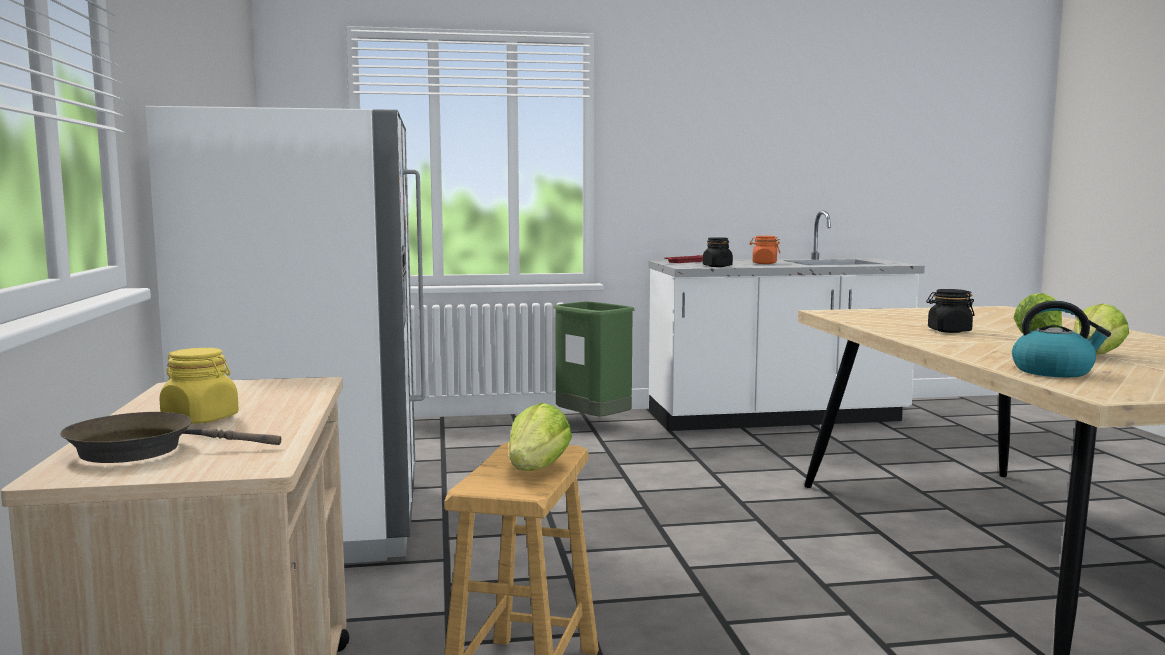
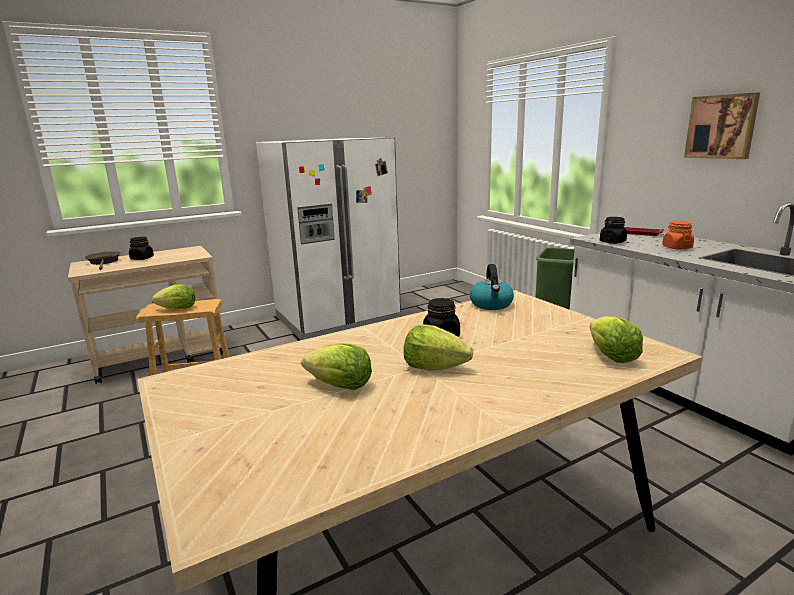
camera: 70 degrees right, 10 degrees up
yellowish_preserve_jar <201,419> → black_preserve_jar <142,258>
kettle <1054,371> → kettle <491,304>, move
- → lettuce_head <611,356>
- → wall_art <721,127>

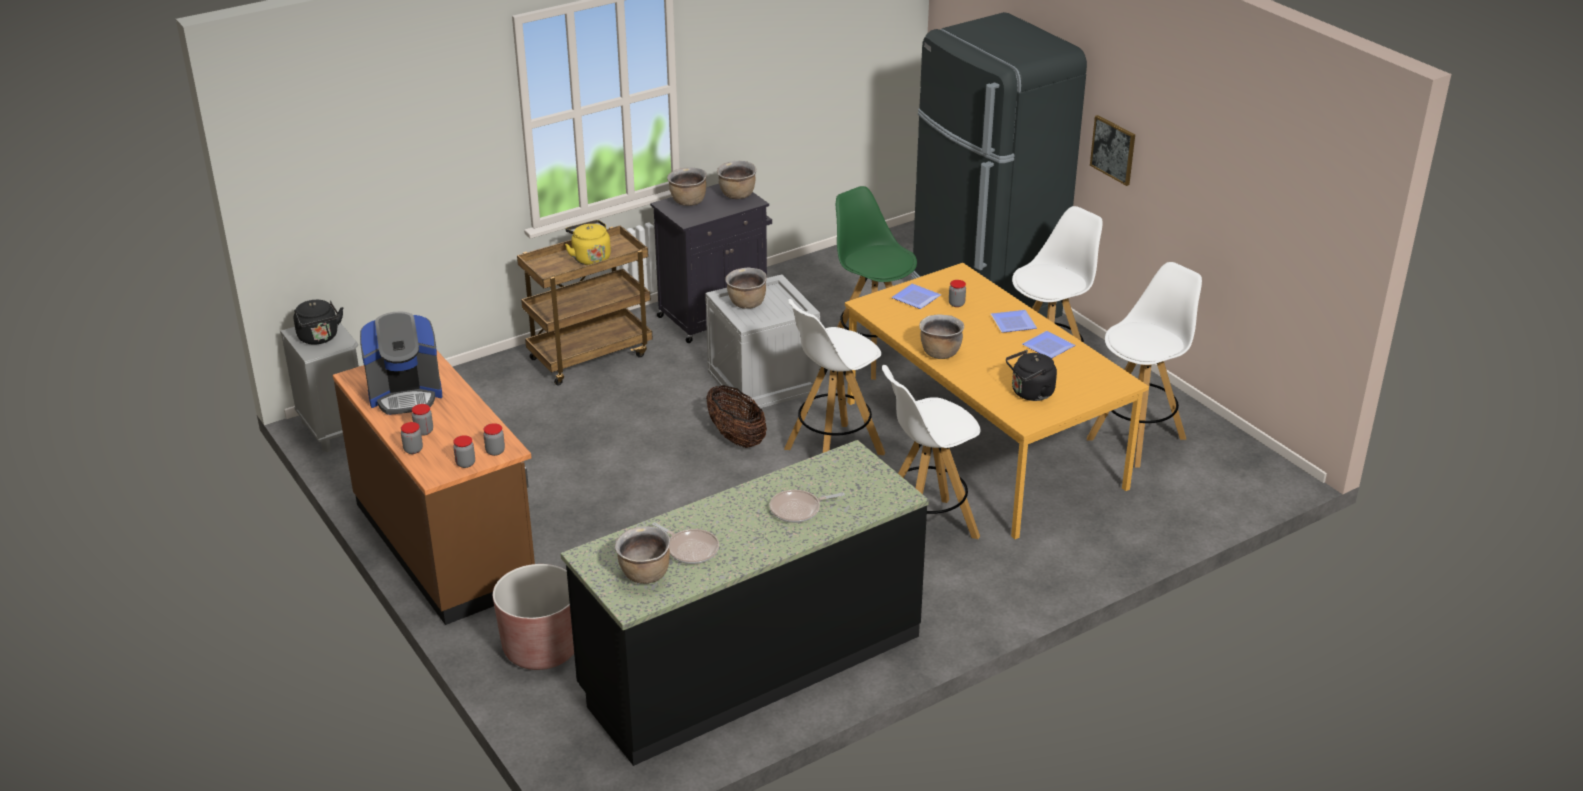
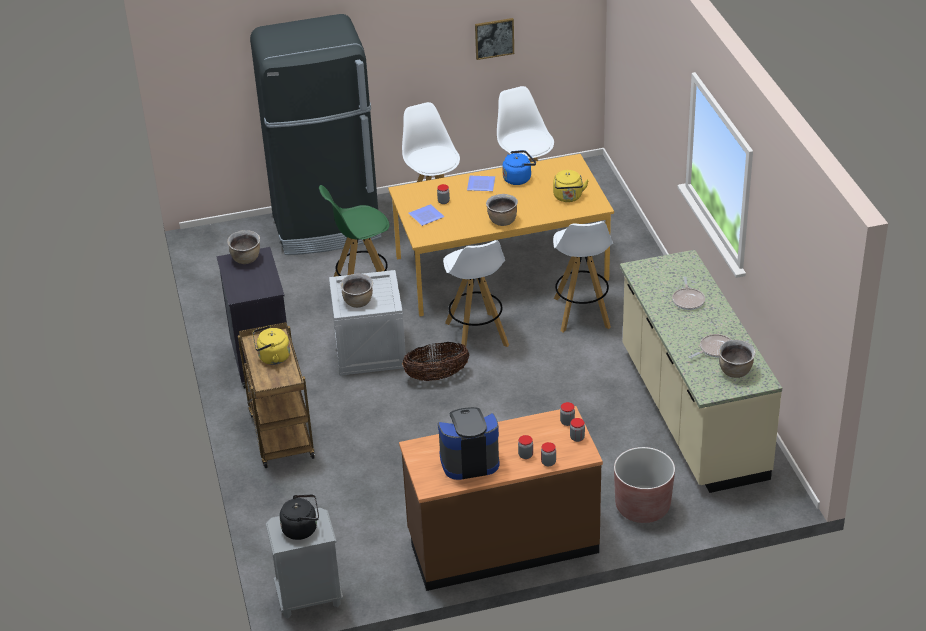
camera: 70 degrees left, 5 degrees up
coffee_maker <405,394> → coffee_maker <469,461>, 105 degrees counterclockwise
wall_art <1113,149> → wall_art <494,38>, move
plate <1048,348> → bluish_kettle <518,178>
black_kettle <1030,393> → yellowish_kettle <568,197>
black_kitchen_base_unit <750,664> → beige_kitchen_base_unit <691,413>
brownish_stockpot <688,202> → -

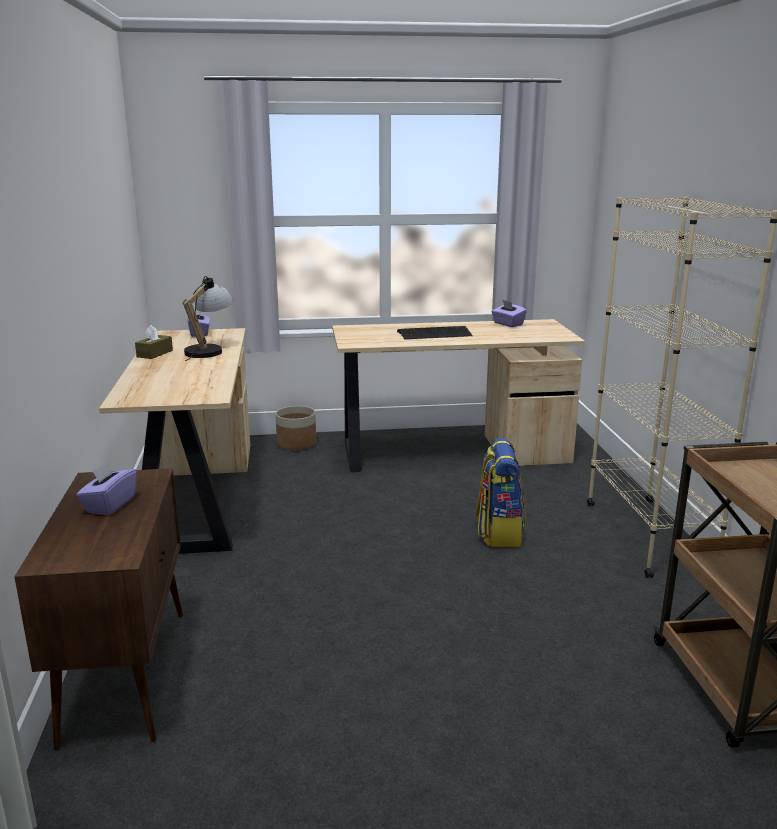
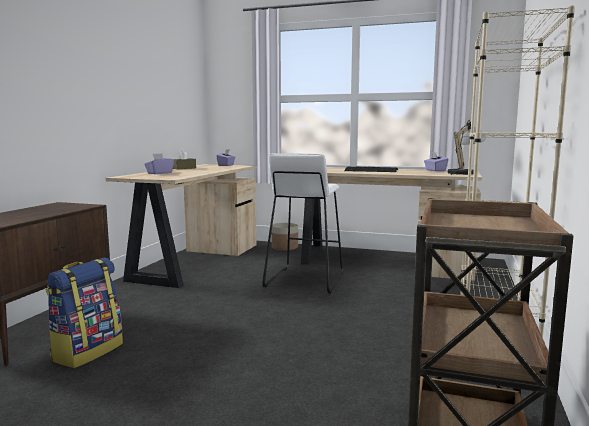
camera: 25 degrees right, 10 degrees down
backpack <498,532> → backpack <87,351>, move
purple_box_of_tissues <109,505> → purple_box_of_tissues <159,173>, move
- → white_stool <304,280>
table_lamp <209,350> → table_lamp <464,173>, move

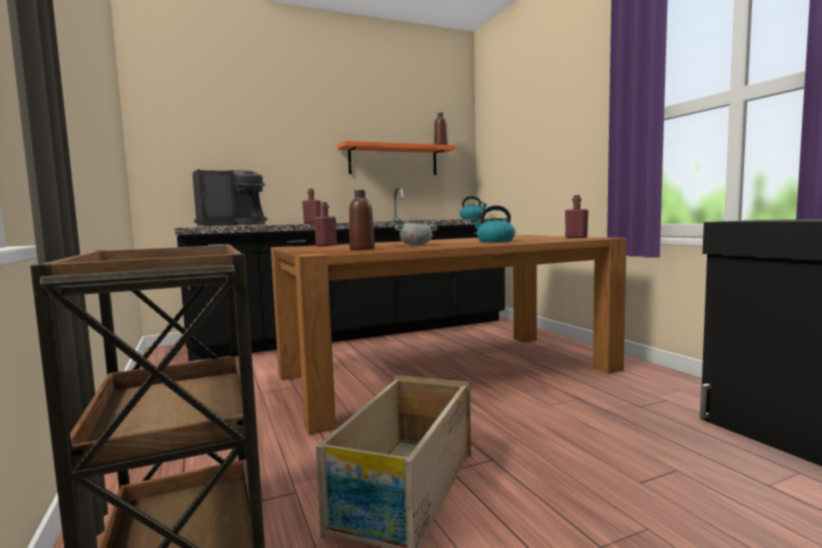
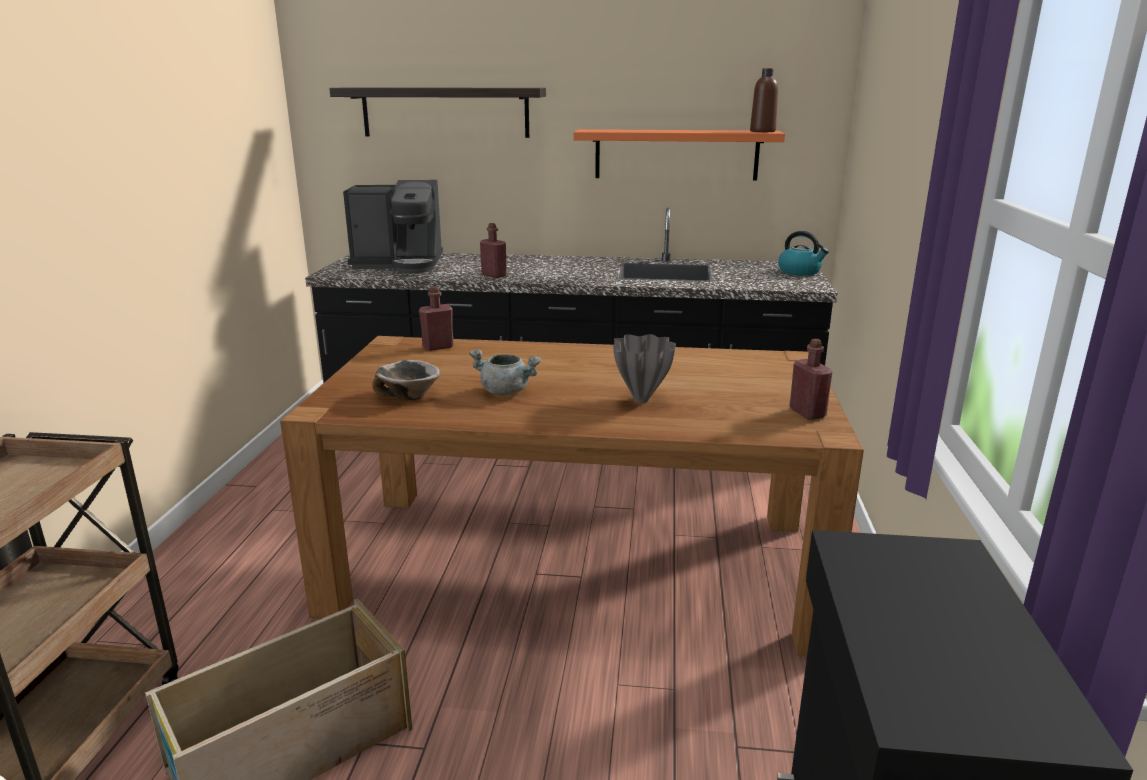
camera: 30 degrees right, 15 degrees up
- → shelf <445,112>
brownish_bottle <362,249> → serving_bowl <410,396>
kettle <494,241> → gray_decorative_vase <642,399>

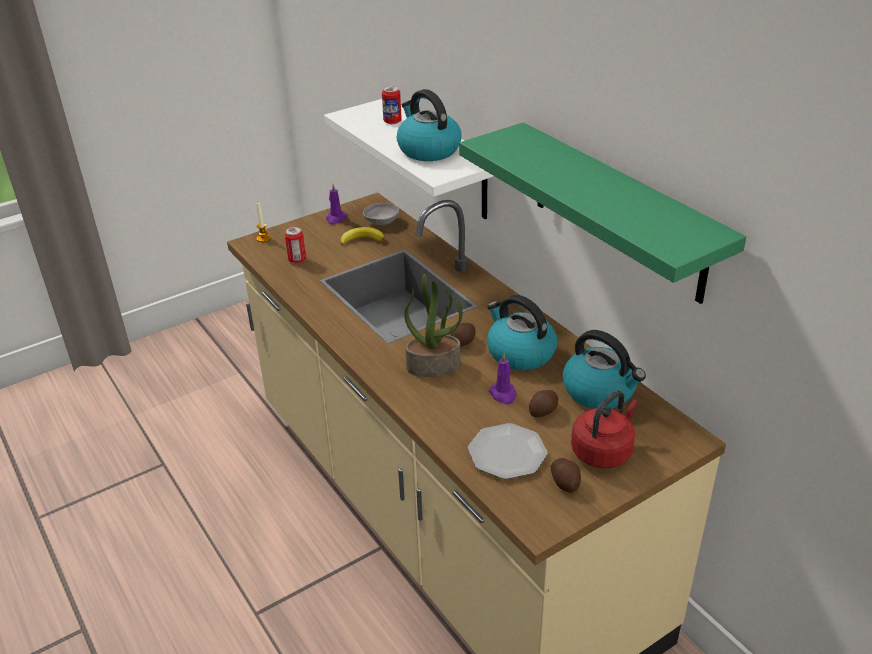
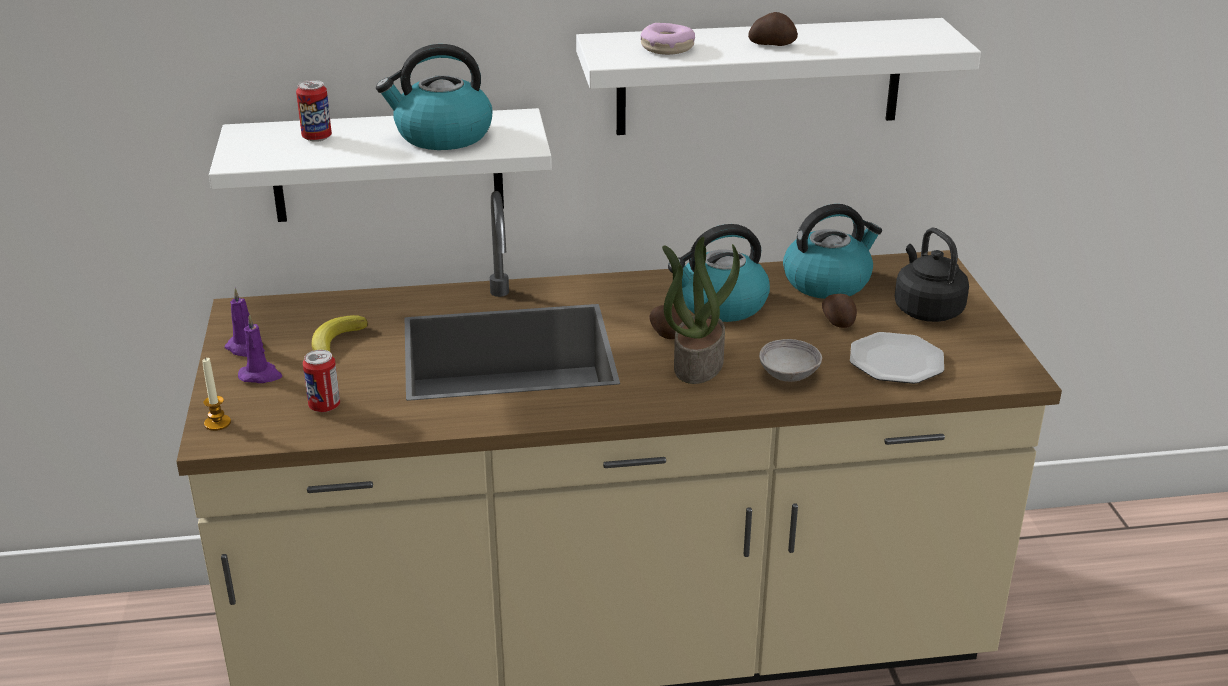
camera: 65 degrees left, 5 degrees down
purple_candle <503,394> → purple_candle <261,375>, move
green_shelf <617,212> → white_shelf <759,76>
- → doughnut <667,48>
whole_potato <565,482> → whole_potato <772,44>, move
gray_serving_bowl <381,222> → gray_serving_bowl <788,375>, move
red-coloured_kettle <603,451> → black_kettle <926,309>

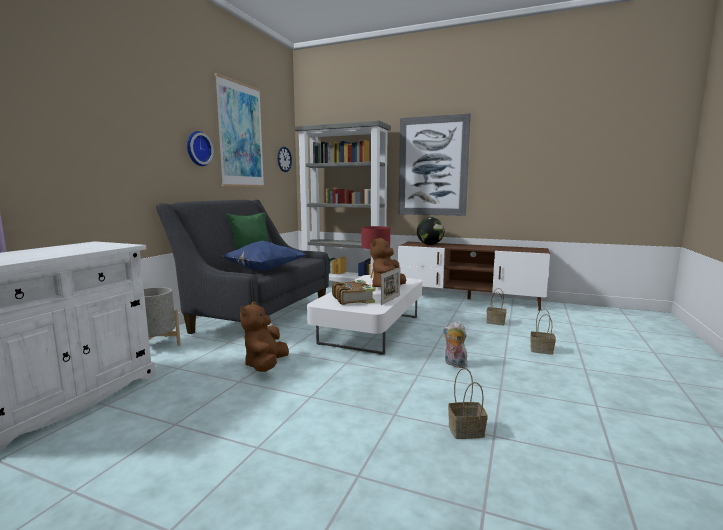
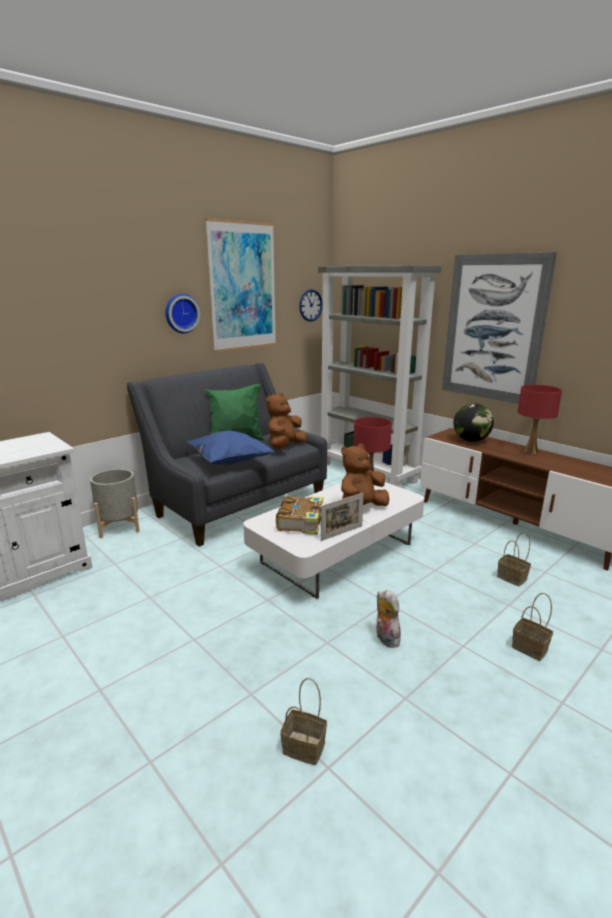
camera: 25 degrees right, 10 degrees up
brownish_soft_toy <265,365> → brownish_soft_toy <285,447>, move
- → red-coloured_table_lamp <531,451>

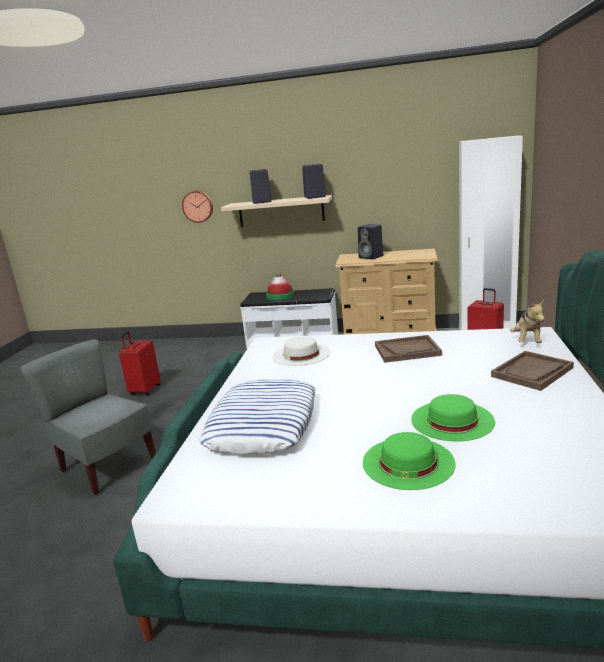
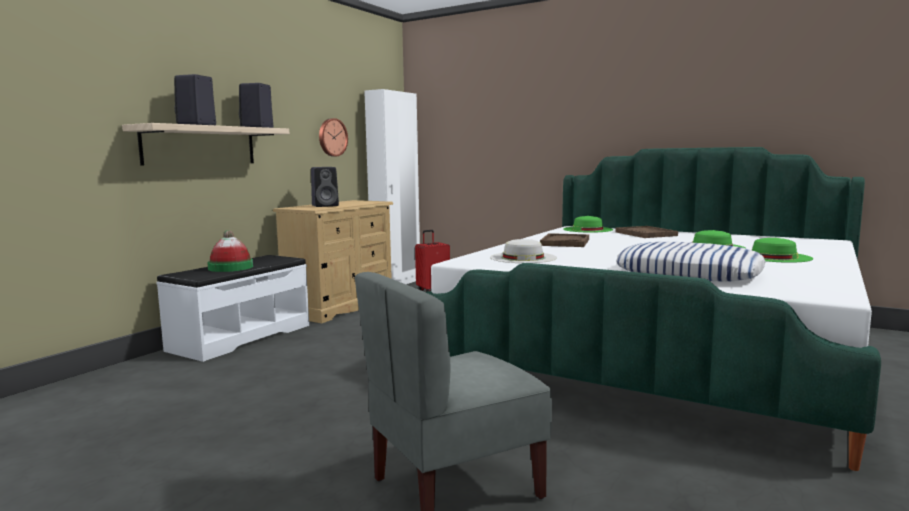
camera: 70 degrees left, 10 degrees down
wall_clock <198,206> → wall_clock <332,137>, move
soft_toy <527,341> → green_hat <587,229>
red-coloured_piece_of_luggage <145,390> → -

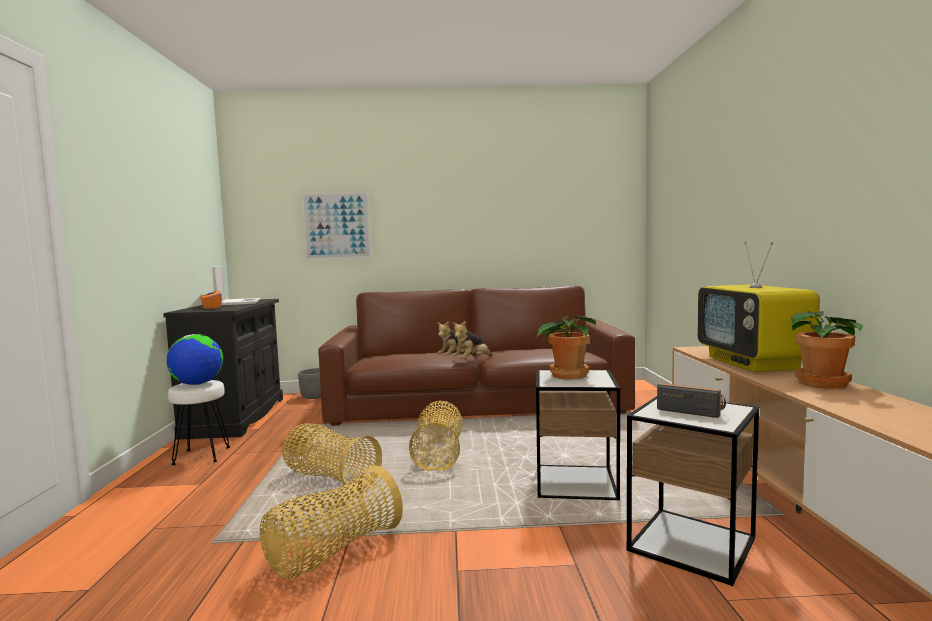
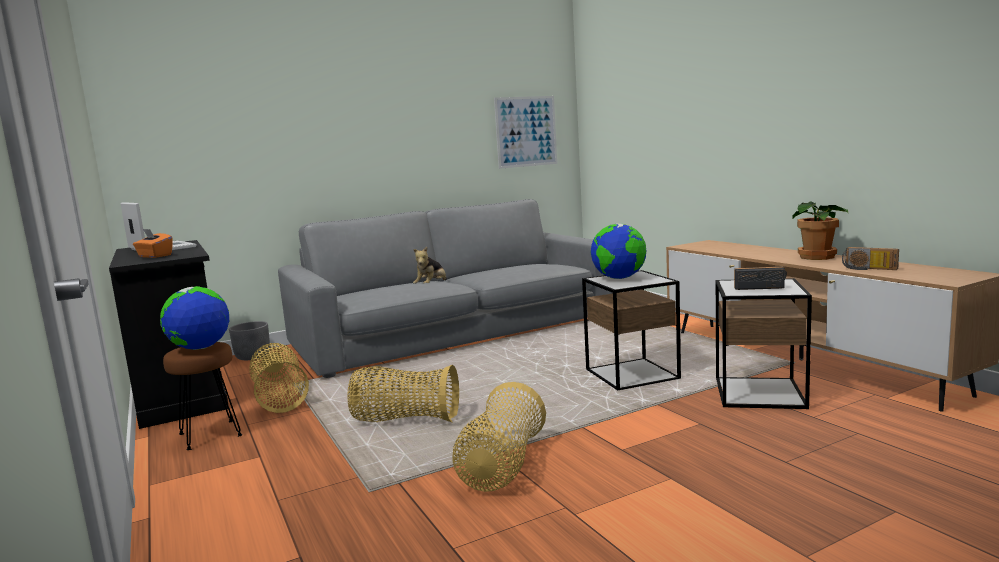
camera: 25 degrees left, 5 degrees up
white_stool <202,455> → brownish_stool <210,434>
basket <439,454> → basket <280,397>, move
brownish_couch <476,402> → gray_couch <454,332>
wall_art <336,225> → wall_art <526,131>, move
plant_in_a_pot <567,375> → world_globe <619,278>
- → radio <868,269>
soft_toy <471,360> → -
TV <753,363> → -

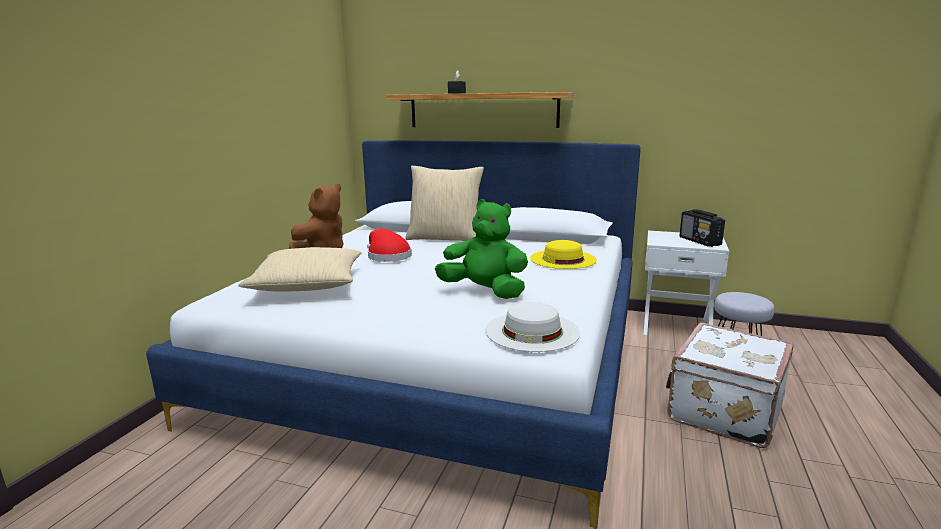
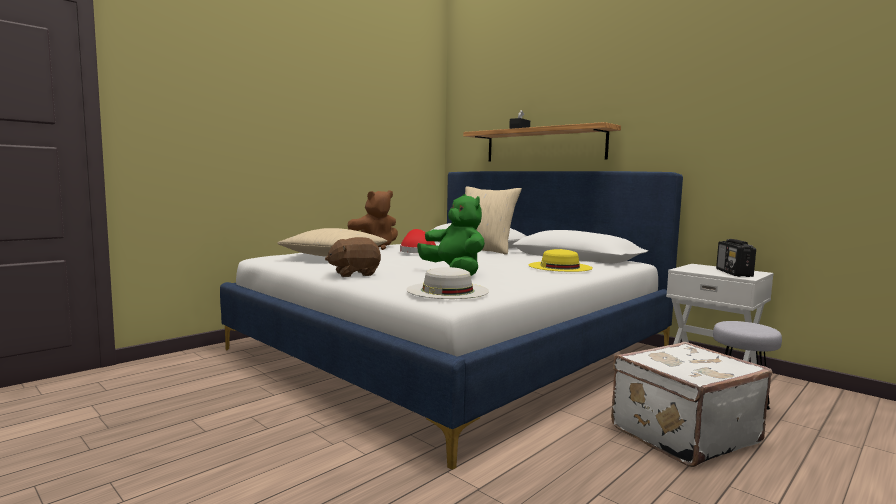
camera: 25 degrees right, 10 degrees down
- → brownish_soft_toy <354,274>

